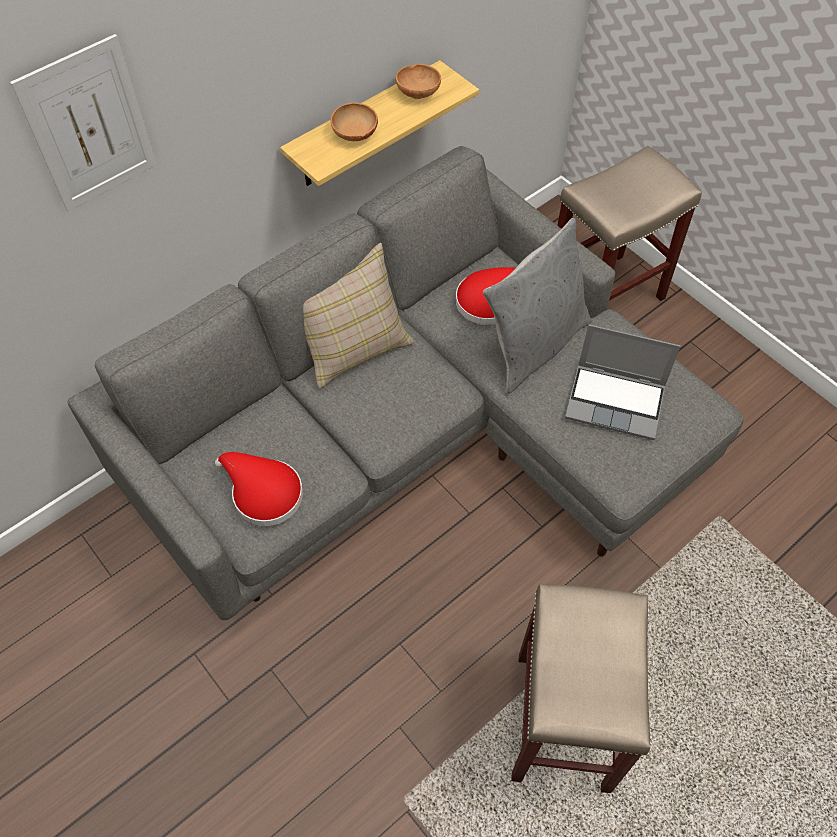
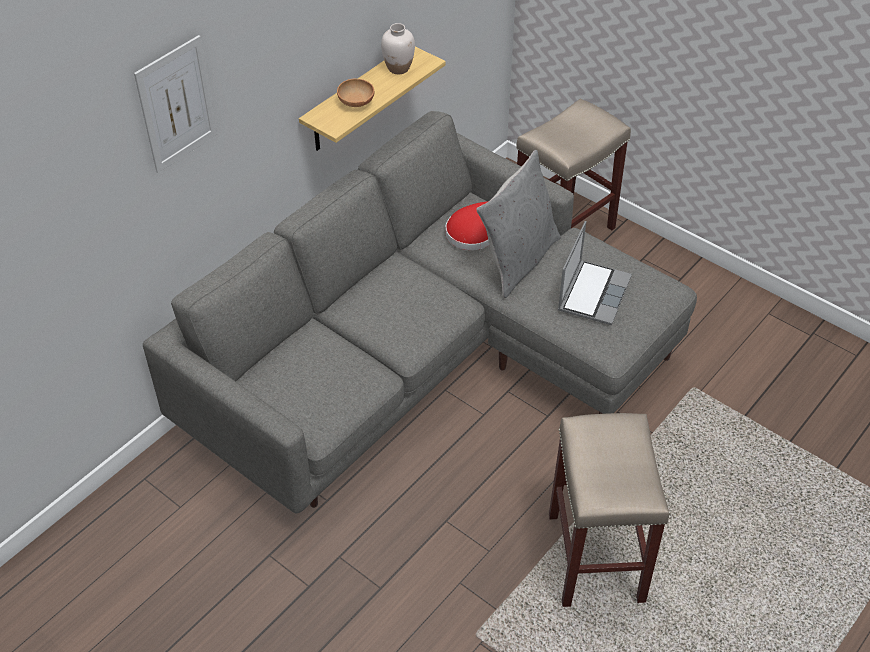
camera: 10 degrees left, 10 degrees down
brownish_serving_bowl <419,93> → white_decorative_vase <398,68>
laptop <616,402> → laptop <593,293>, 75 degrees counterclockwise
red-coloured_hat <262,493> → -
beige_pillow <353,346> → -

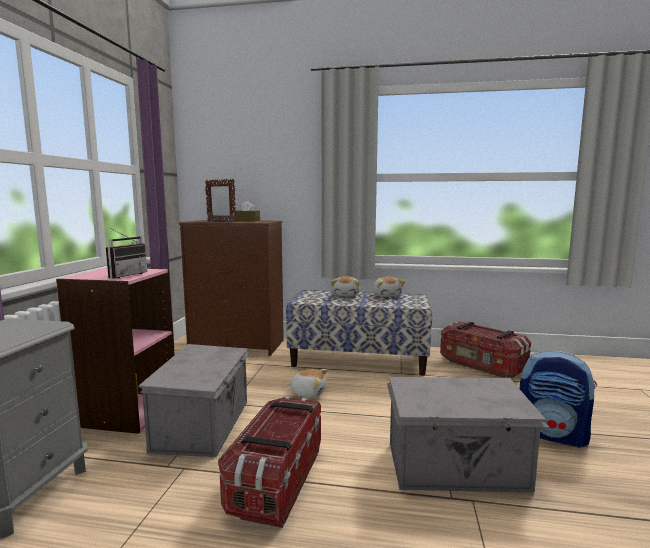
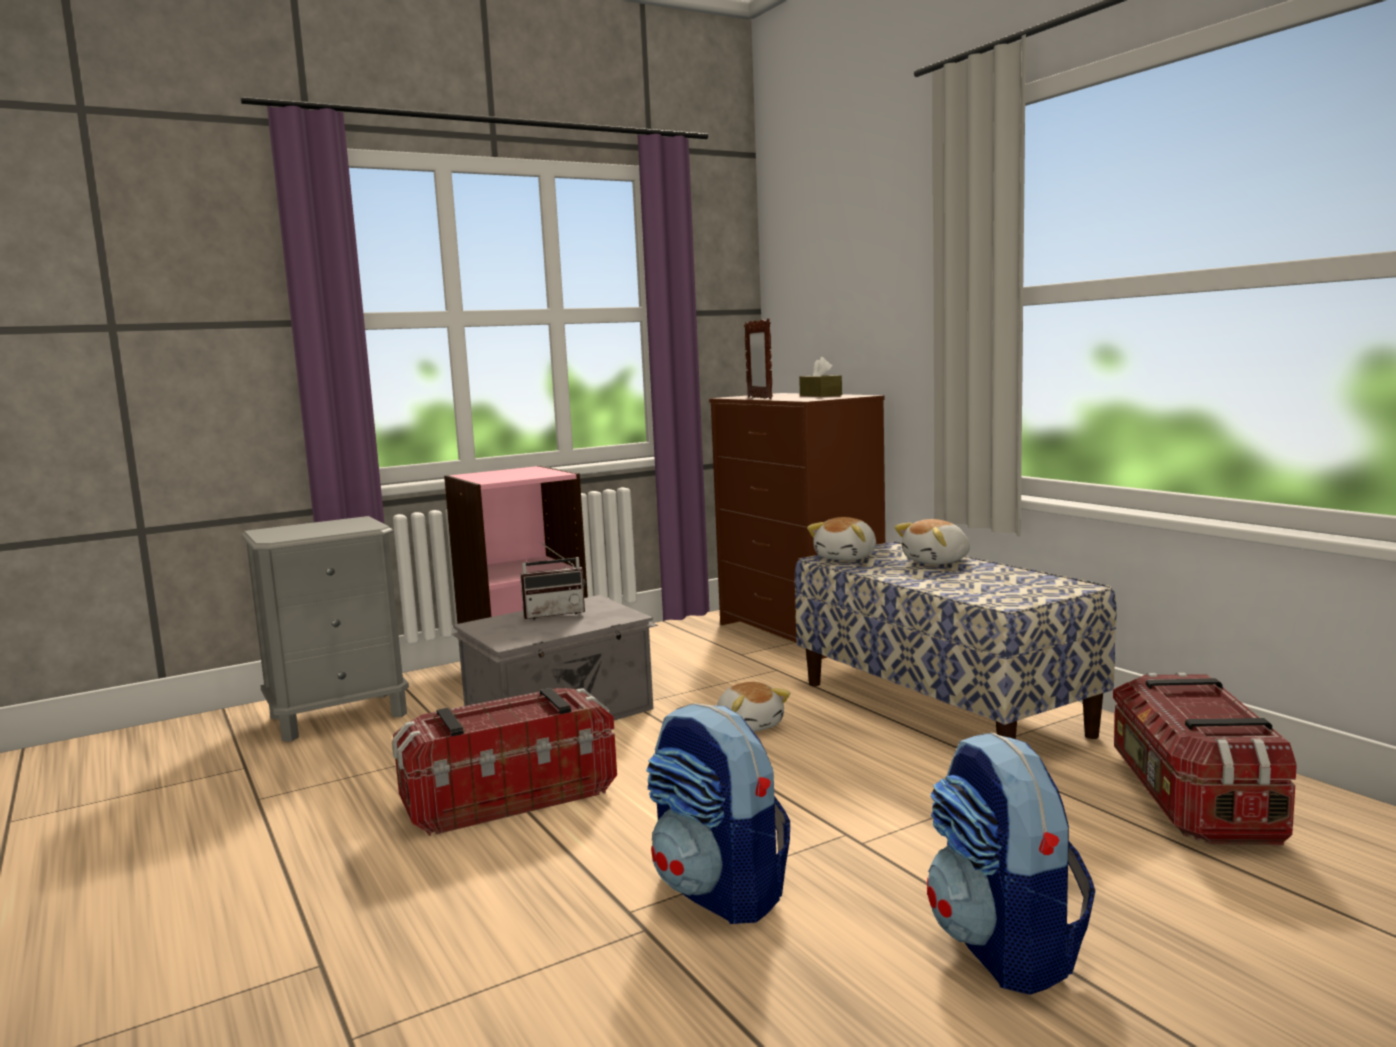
camera: 50 degrees right, 0 degrees up
radio <125,275> → radio <554,614>, move
gray_storage_bin <457,467> → backpack <720,892>
soft_toy <386,295> → soft_toy <847,558>, move

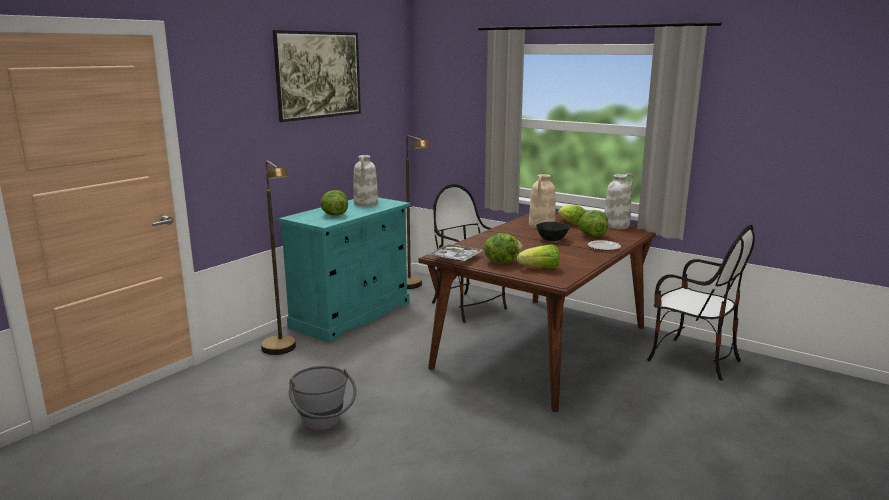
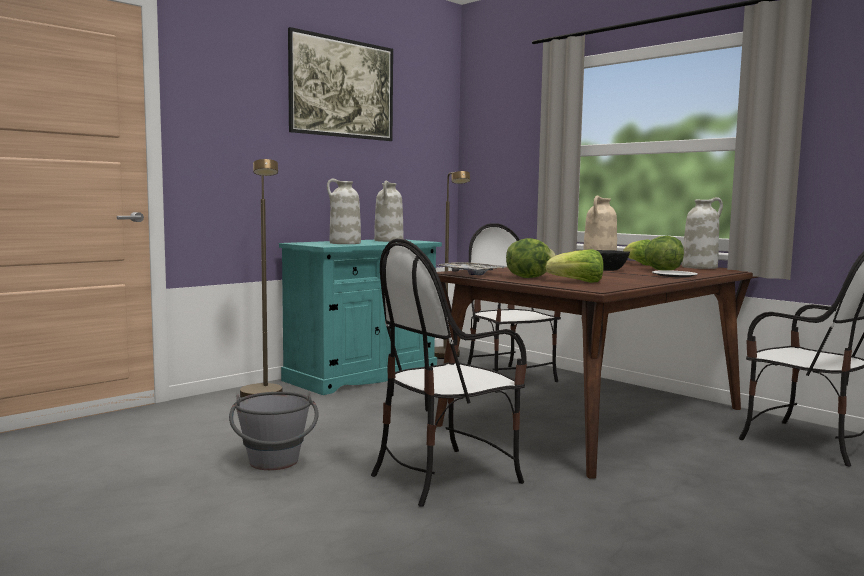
camera: 10 degrees right, 10 degrees down
lettuce_head <334,215> → white_decorative_vase <344,243>
- → plain_chair <445,476>

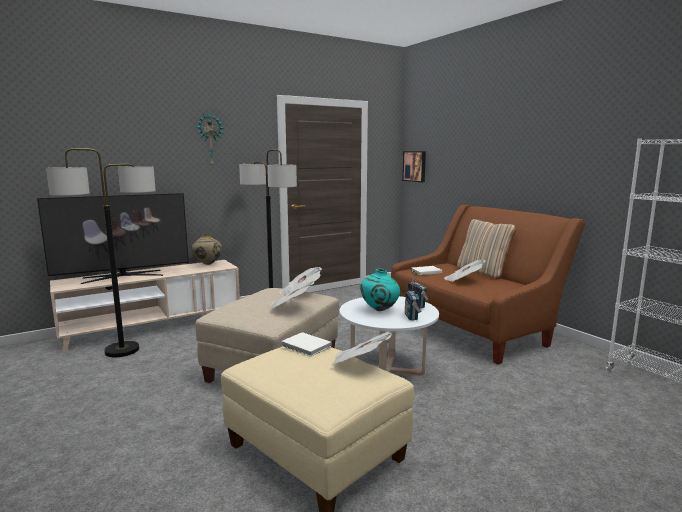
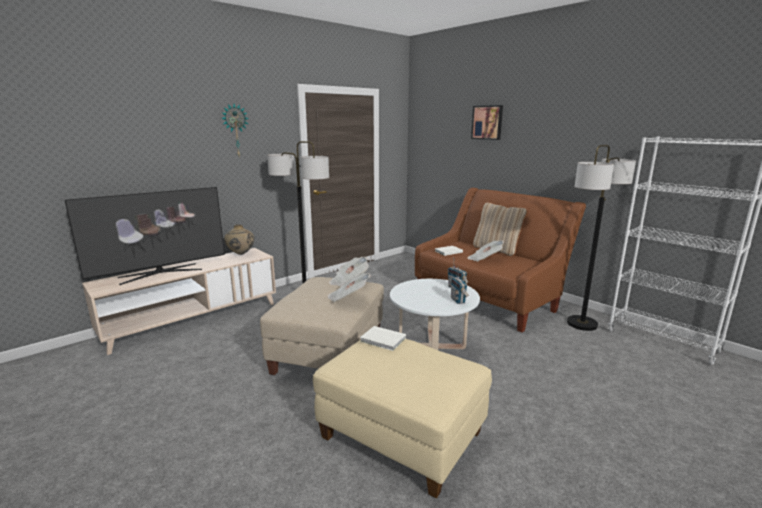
camera: 10 degrees left, 5 degrees up
wall_art <415,166> → wall_art <487,122>, move
floor_lamp <122,350> → floor_lamp <582,324>, move
daily_paper <360,363> → -
turquoise_decorative_vase <379,310> → -

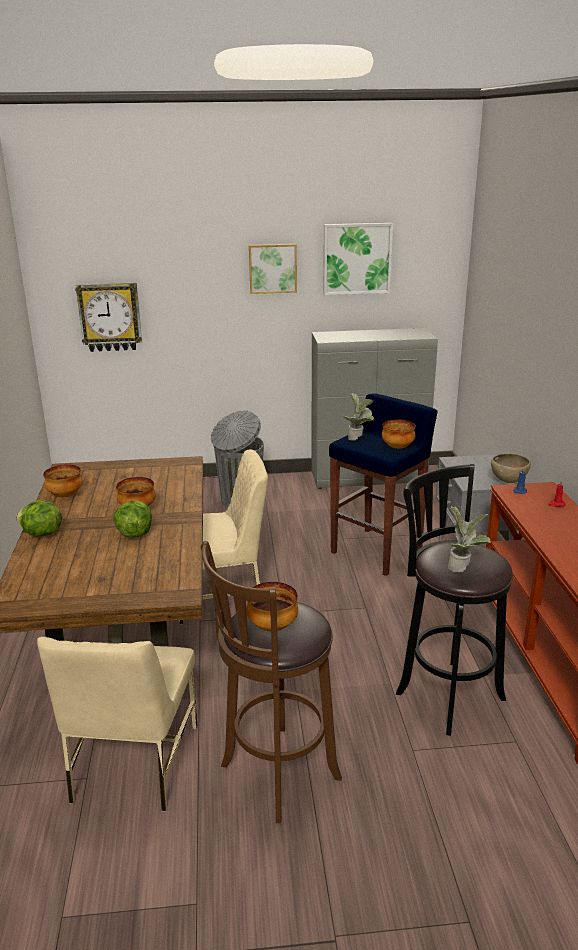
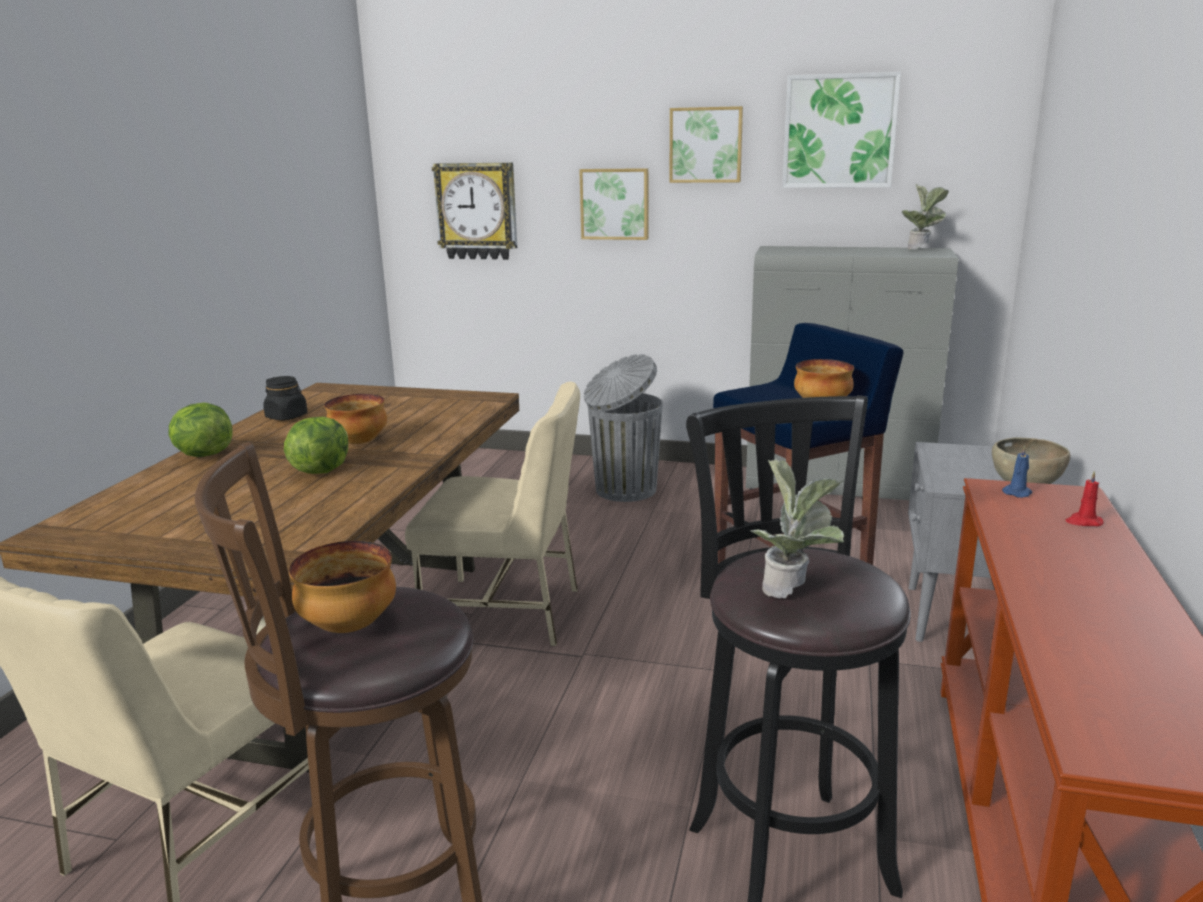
camera: 20 degrees right, 5 degrees down
serving_bowl <65,495> → black_preserve_jar <287,417>
- → wall_art <615,204>
plant_in_a_pot <358,439> → plant_in_a_pot <922,249>, move

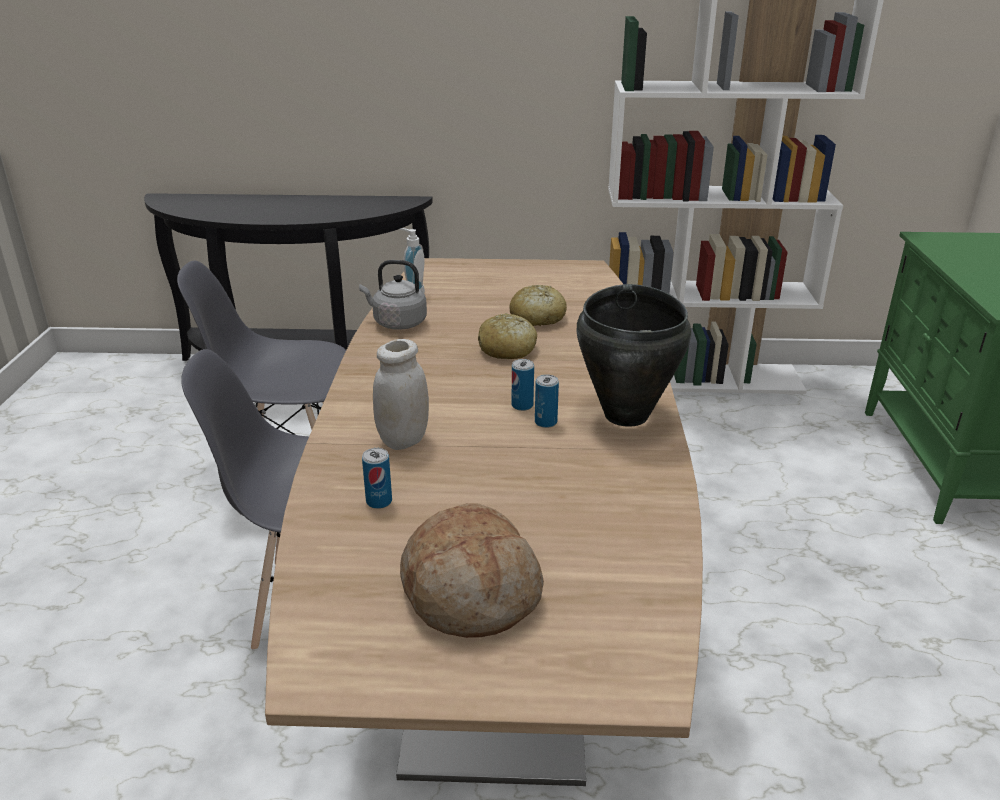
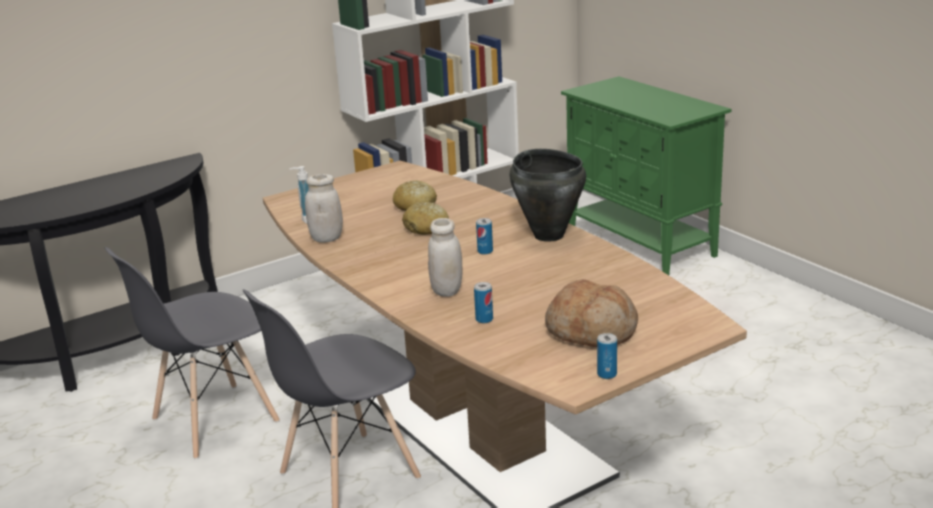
camera: 35 degrees left, 5 degrees down
gray_kettle <397,323> → white_preserve_jar <326,238>
metal_can <545,422> → metal_can <607,374>, move

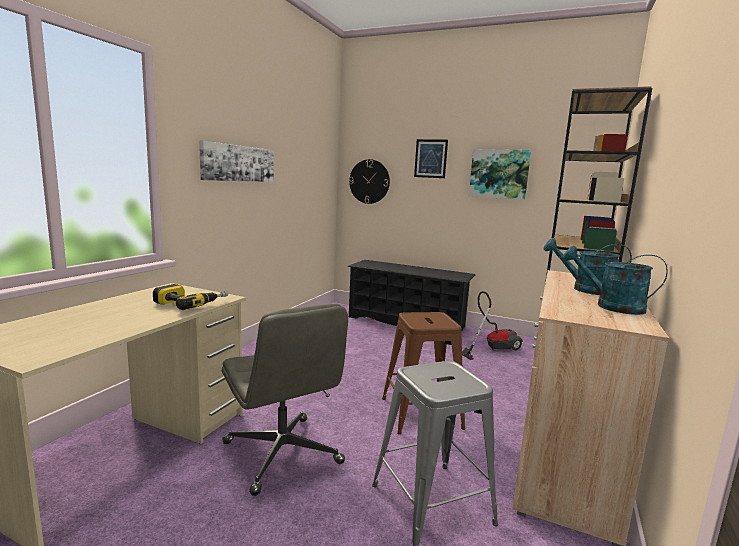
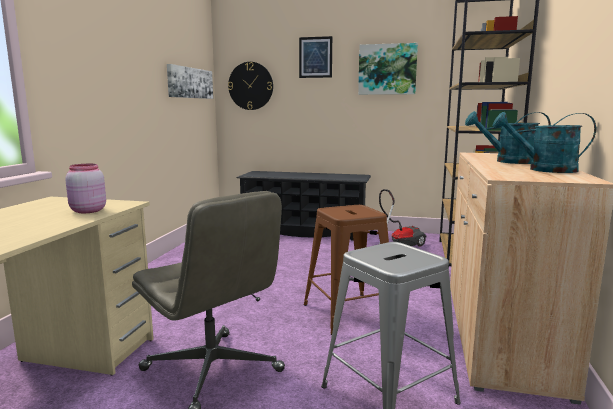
camera: 10 degrees left, 0 degrees up
drill <191,303> → pink-coloured_preserve_jar <87,211>
wall_art <238,163> → wall_art <190,83>, move

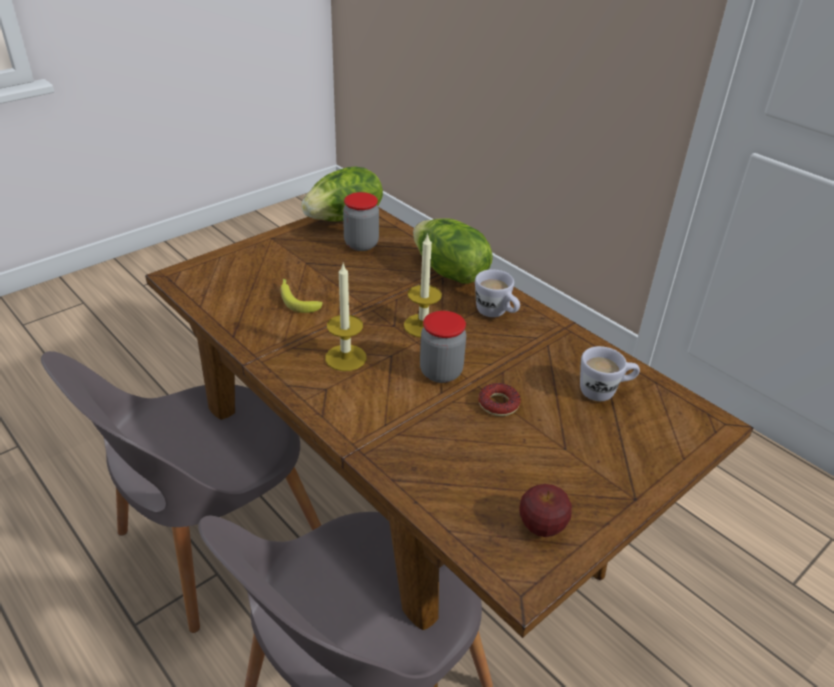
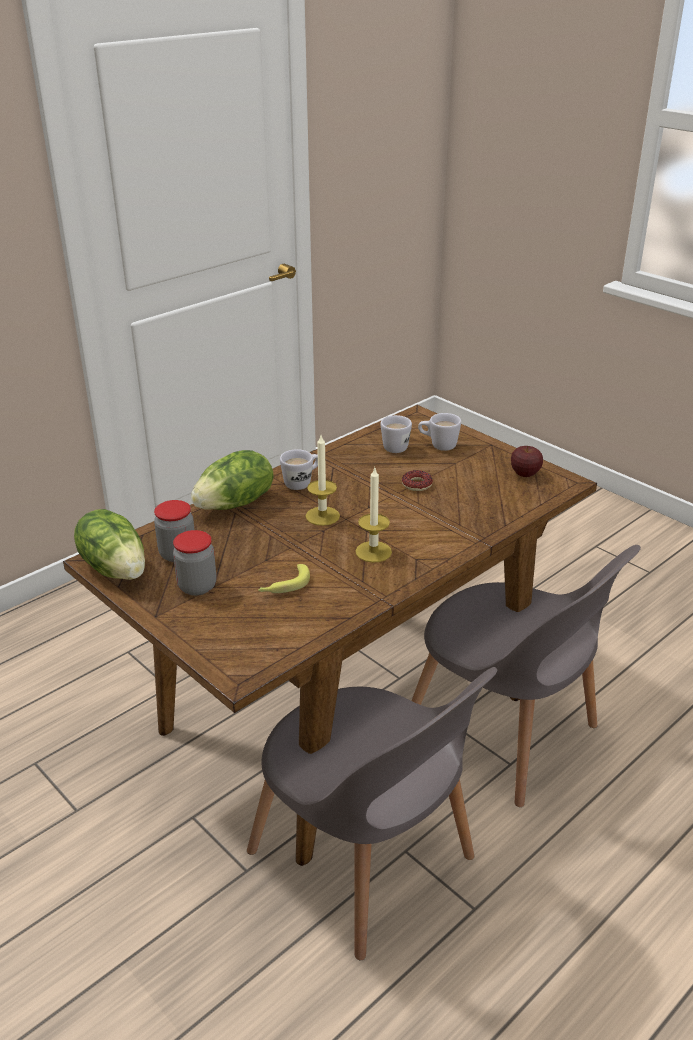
camera: 90 degrees left, 5 degrees down
preserve_jar <441,372> → preserve_jar <197,586>, move
- → white_tea_mug <438,445>

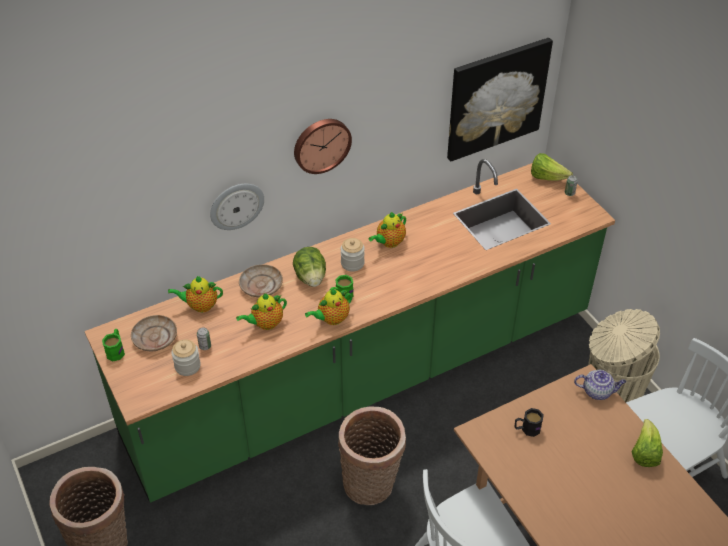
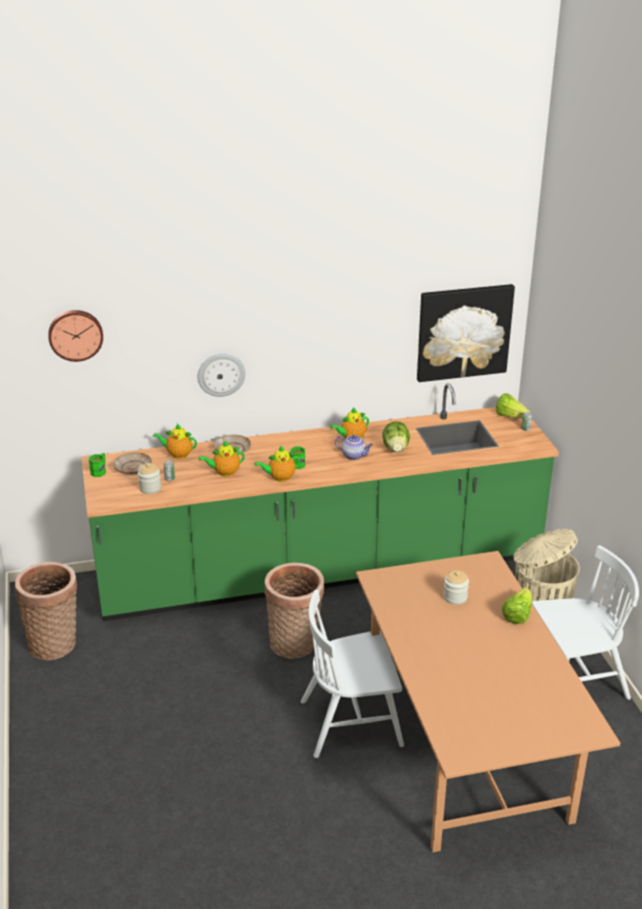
camera: 15 degrees right, 15 degrees down
wall_clock <321,144> → wall_clock <75,334>, move
teapot <597,391> → teapot <354,455>, move
lettuce_head <310,277> → lettuce_head <395,449>, move
preserve_jar <352,263> → preserve_jar <455,597>, move
black_tea_mug <527,429> → -

